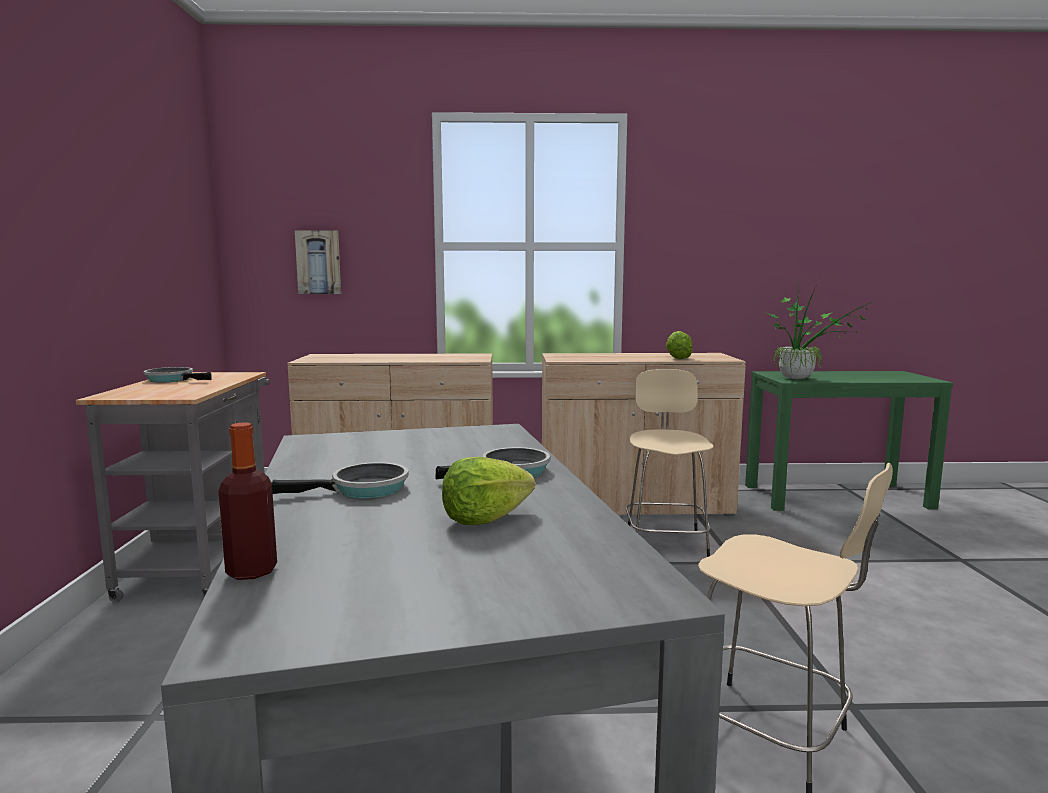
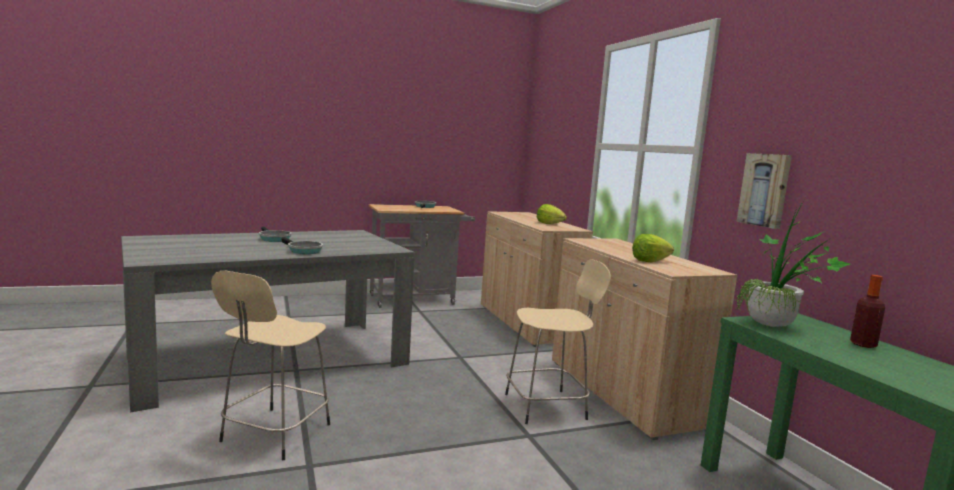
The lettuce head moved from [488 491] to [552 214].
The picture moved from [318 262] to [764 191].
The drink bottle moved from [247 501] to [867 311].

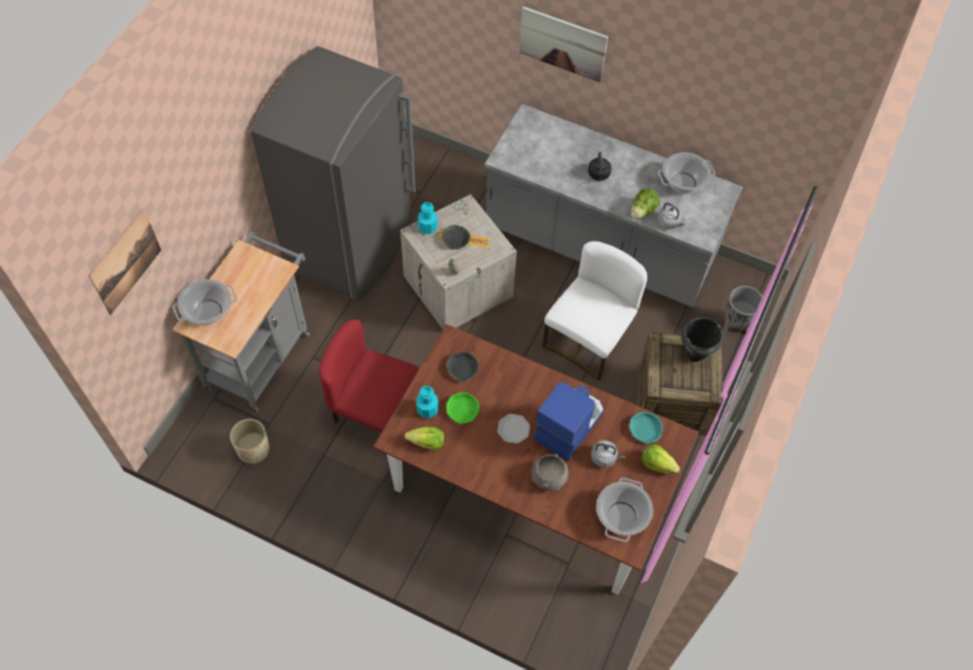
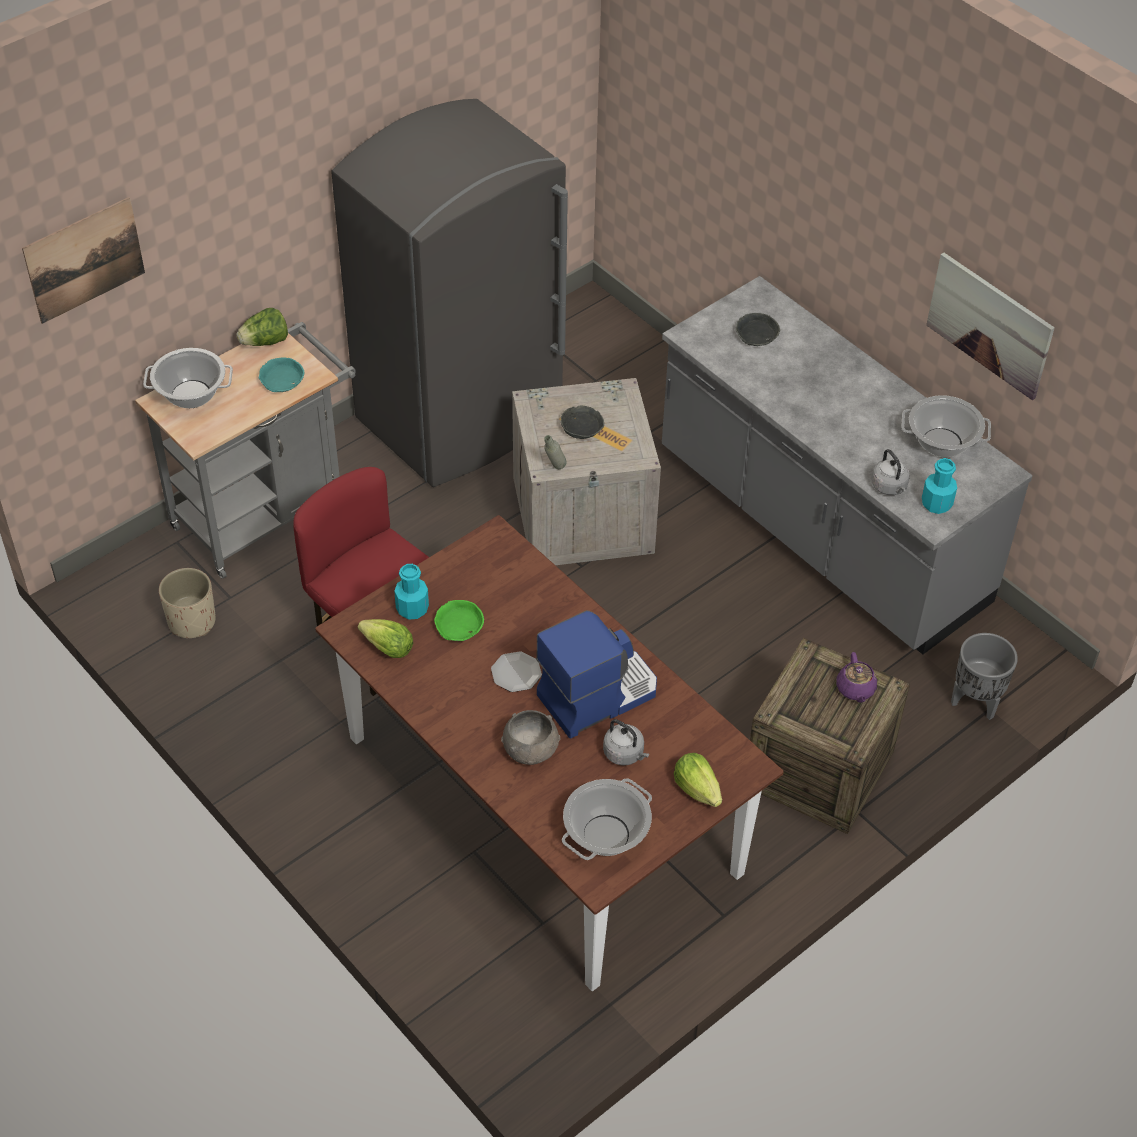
The lettuce head moved from [645 203] to [262 327].
The turquoise-coloured serving bowl moved from [646 428] to [281 374].
The grey serving bowl moved from [463 366] to [757 329].
The black-coloured saucepot at [702 340] was replaced by the purplish teapot at [856 677].
The turquoise-coloured drink bottle moved from [428 218] to [939 486].
The picture moved from [563 44] to [990 326].
The whitish chair at [595 311] disappeared.
The black-coloured kettle at [599 166] disappeared.

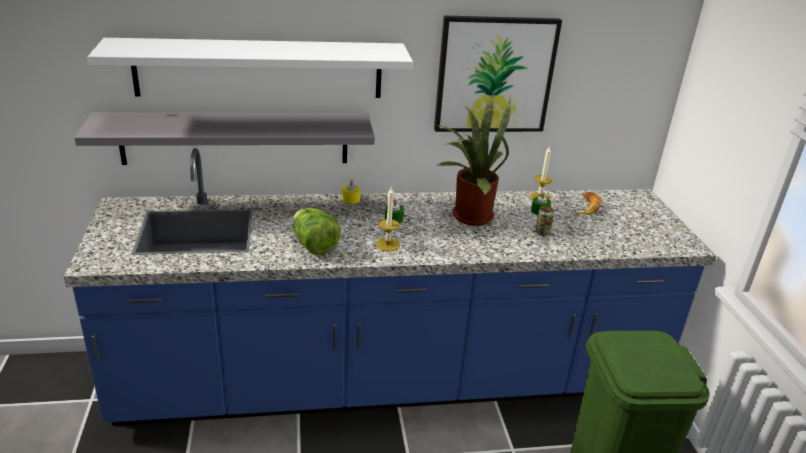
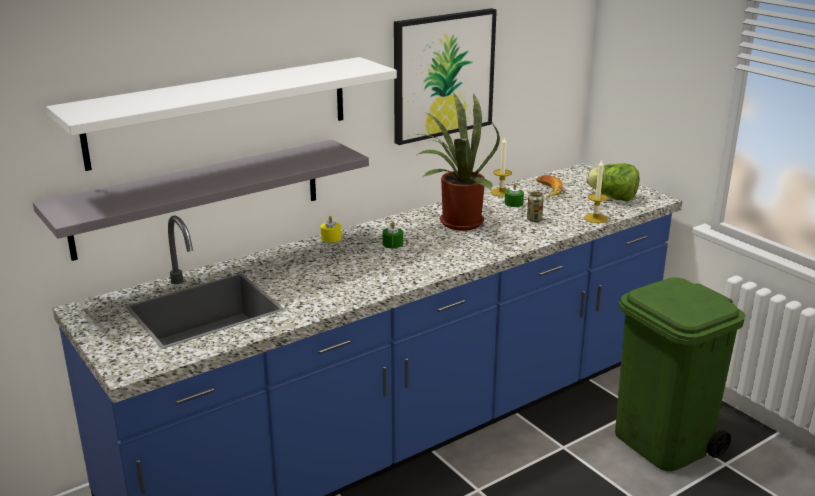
The candle moved from [388 219] to [596 191].
The lettuce head moved from [317 231] to [612 182].

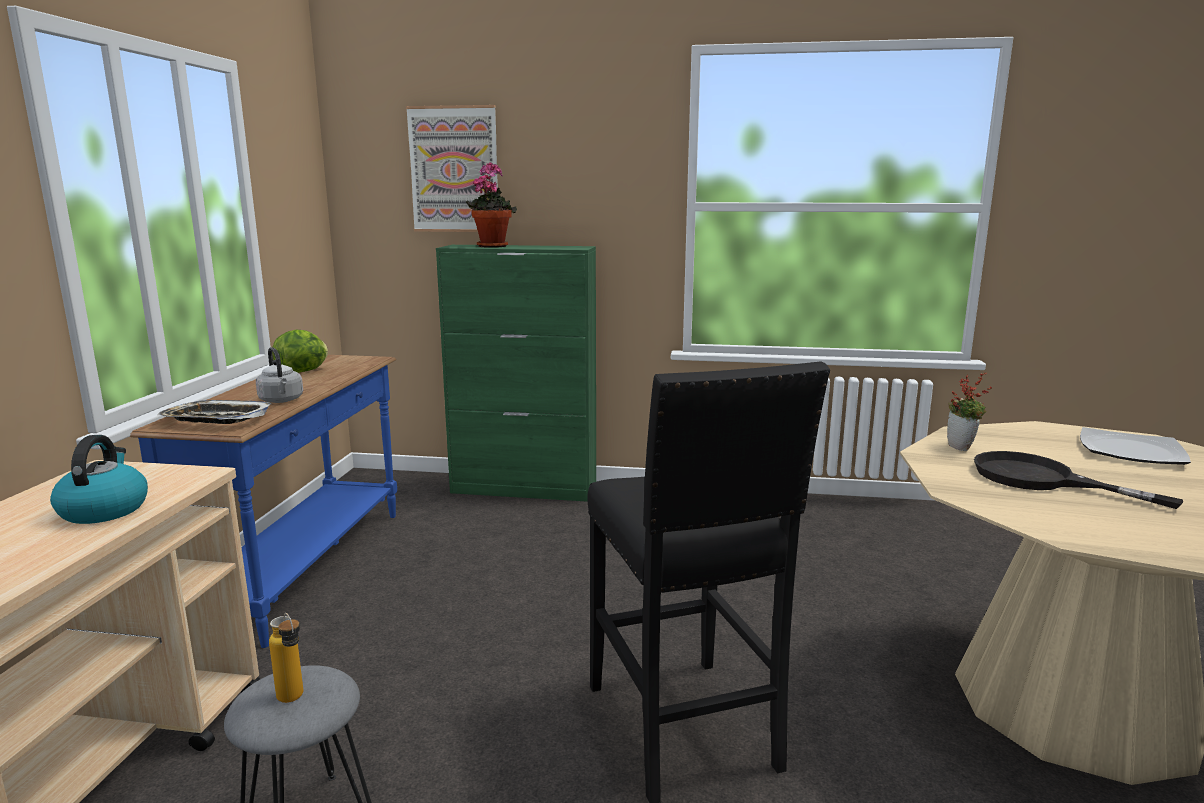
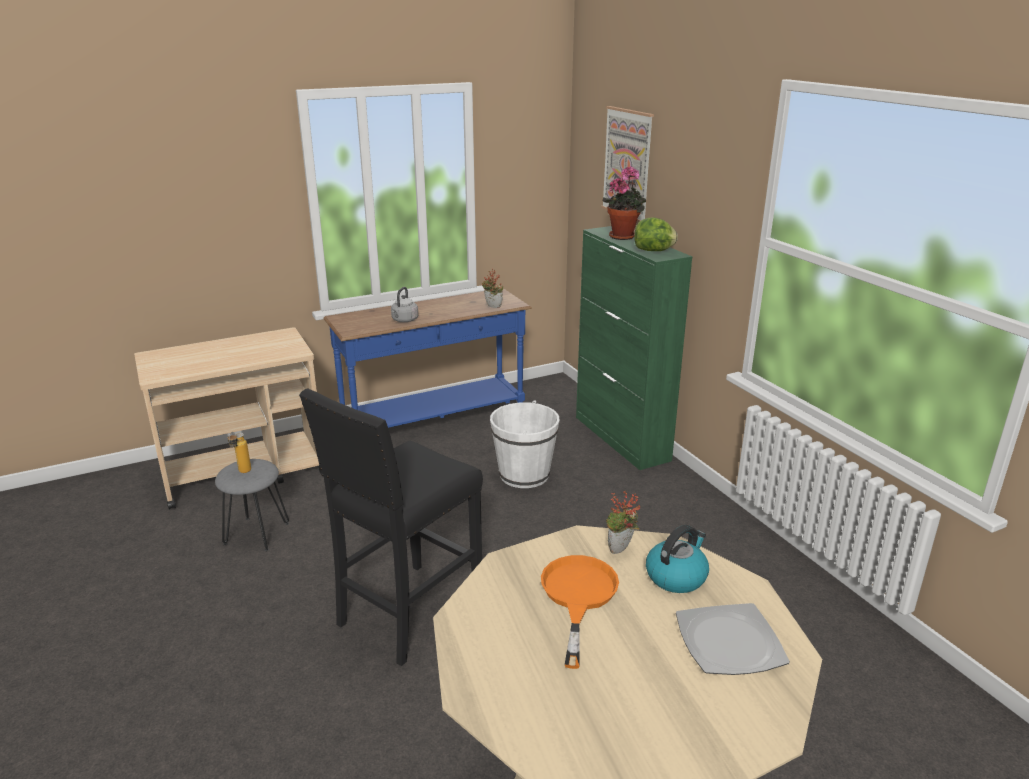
The houseplant at [492 288] appeared.
The whitish bucket at [525 444] appeared.
The black-coloured skillet at [1078 480] became the orange skillet at [580 612].
The lettuce head moved from [300 351] to [656 234].
The kettle moved from [99 479] to [677 559].
The carrying tray at [214 412] disappeared.

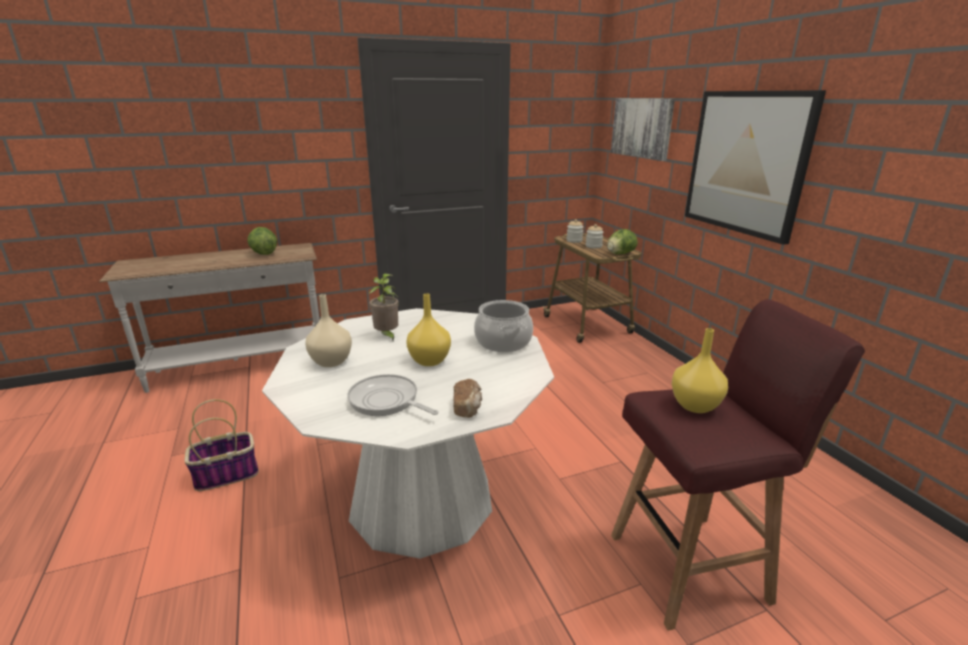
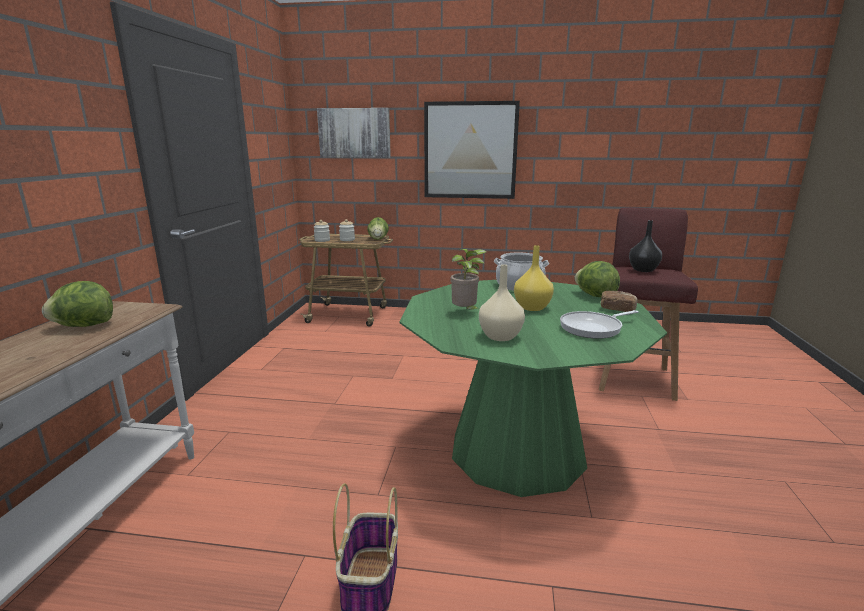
The whitish dinner table at [408 433] became the greenish dinner table at [533 388].
The lettuce head at [597 279] appeared.
The yellow flower vase at [700 370] became the black-coloured flower vase at [645 246].

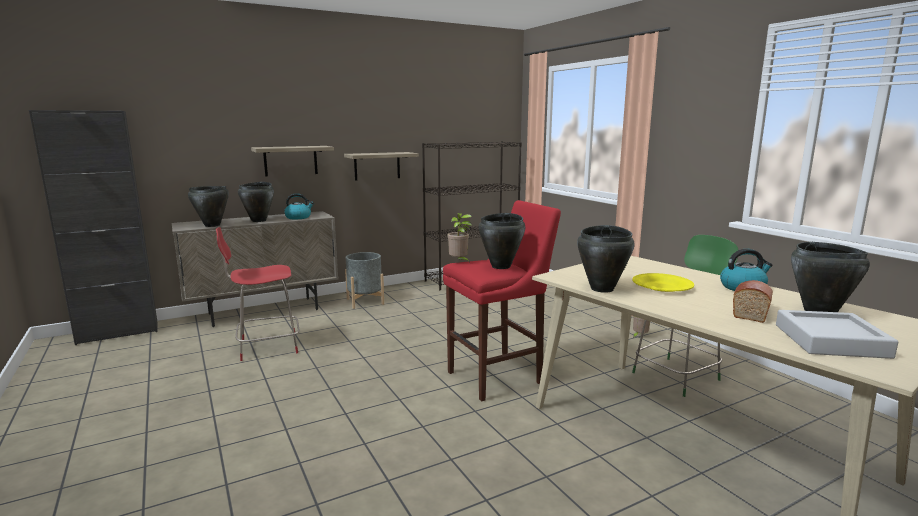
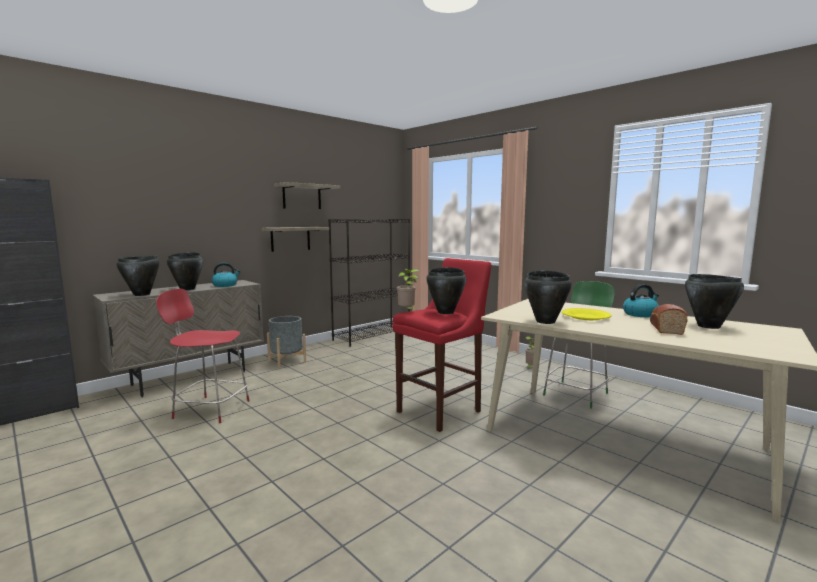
The reddish chair at [258 294] turned 45 degrees clockwise.
The shelf moved from [292 161] to [307 195].
The grey carrying tray at [837 334] disappeared.

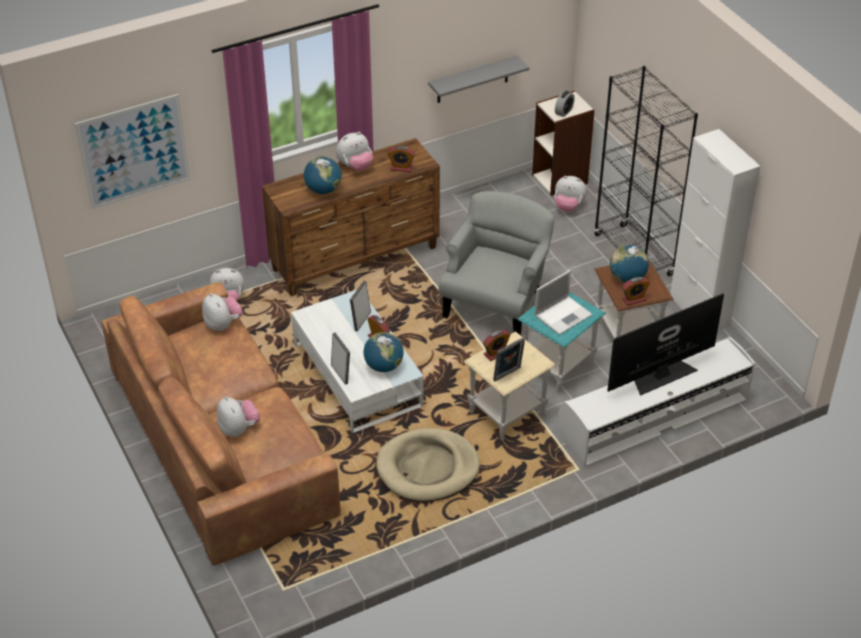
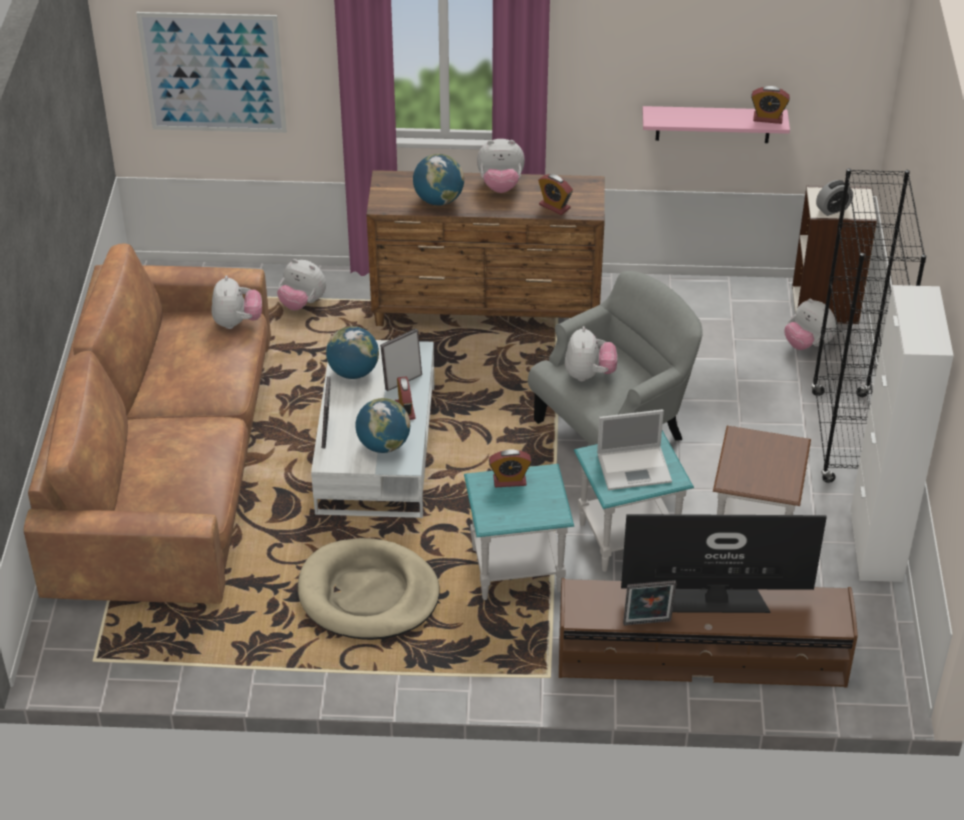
The desk globe moved from [629 264] to [352 352].
The beige-coloured accent table at [510 386] became the turquoise-coloured accent table at [519 532].
The whitish tv unit at [656 402] became the brown-coloured tv unit at [708 633].
The cuddly toy moved from [238 416] to [591 353].
The standing frame moved from [509 359] to [649 602].
The grey shelf at [478 79] became the pinkish shelf at [716 124].
The table clock moved from [636 291] to [770 105].

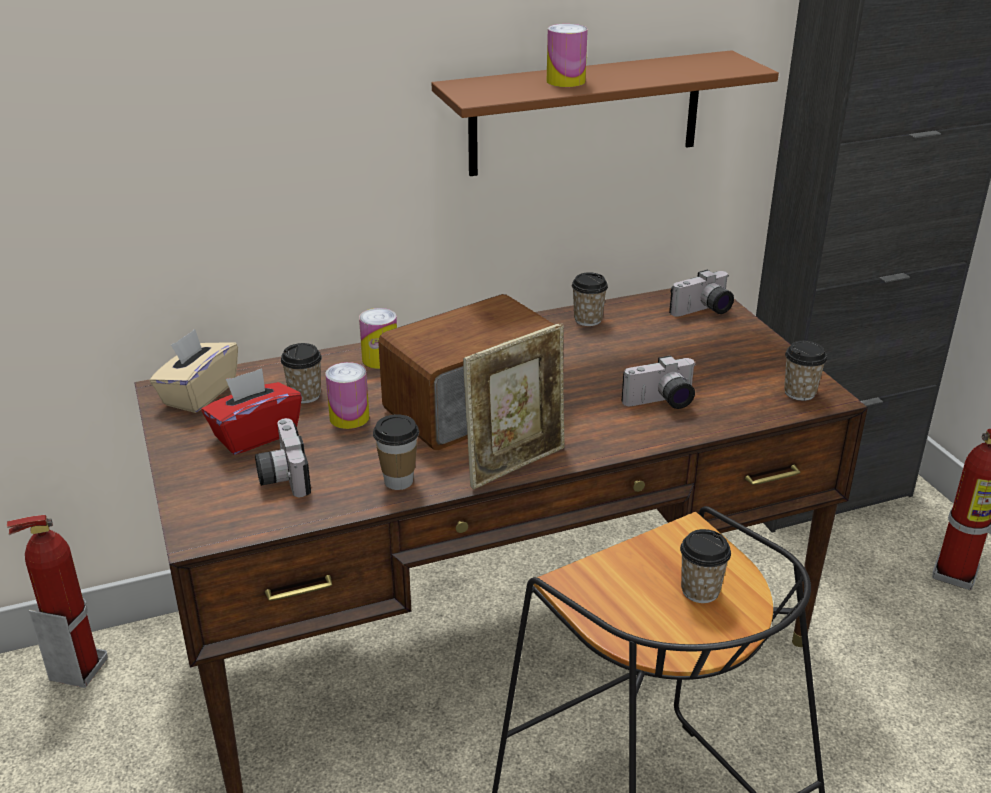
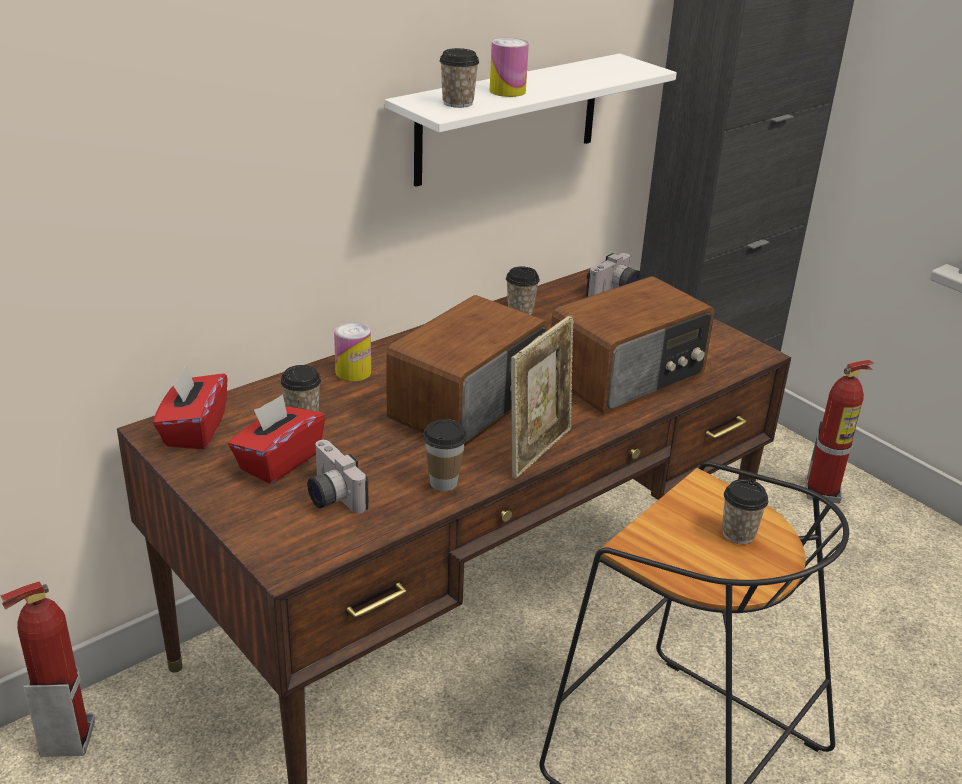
The beige-coloured tissue holder at [193 371] became the reddish tissue holder at [190 407].
The brown-coloured shelf at [605 113] became the whitish shelf at [531 120].
The small cup moved from [805 371] to [459 78].
The still camera at [658 382] was replaced by the radio set at [632 345].
The sealed can at [347 395] disappeared.

